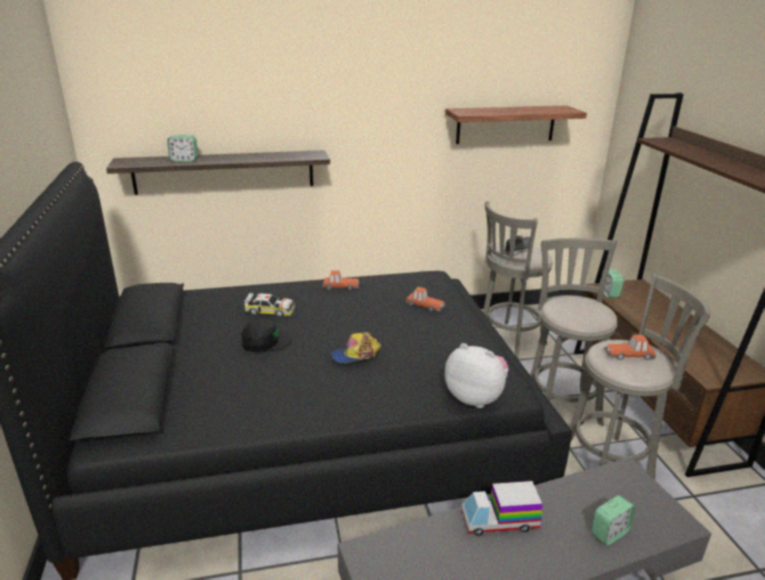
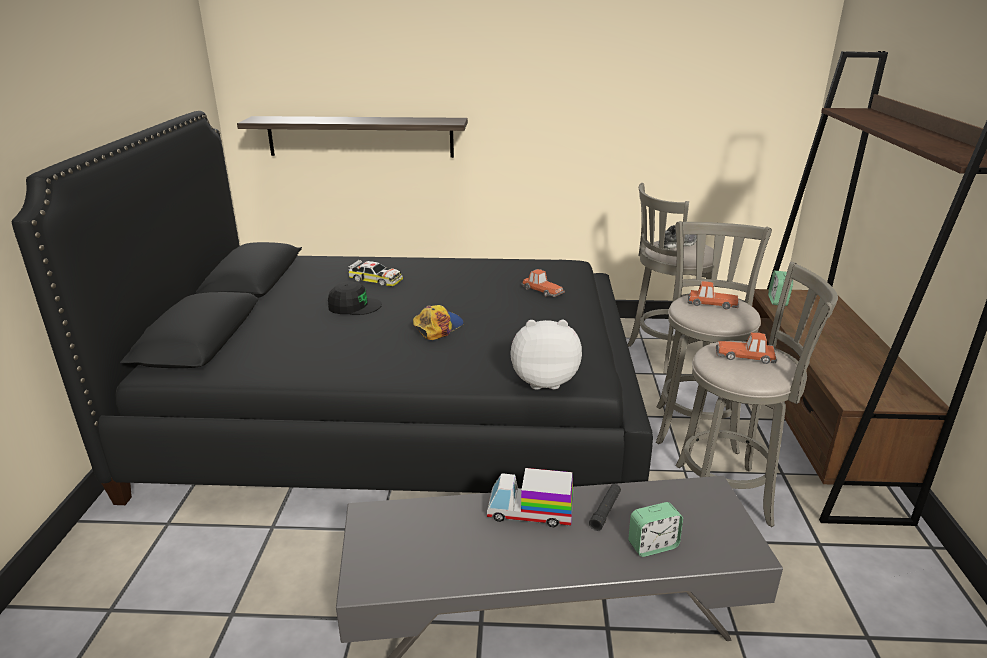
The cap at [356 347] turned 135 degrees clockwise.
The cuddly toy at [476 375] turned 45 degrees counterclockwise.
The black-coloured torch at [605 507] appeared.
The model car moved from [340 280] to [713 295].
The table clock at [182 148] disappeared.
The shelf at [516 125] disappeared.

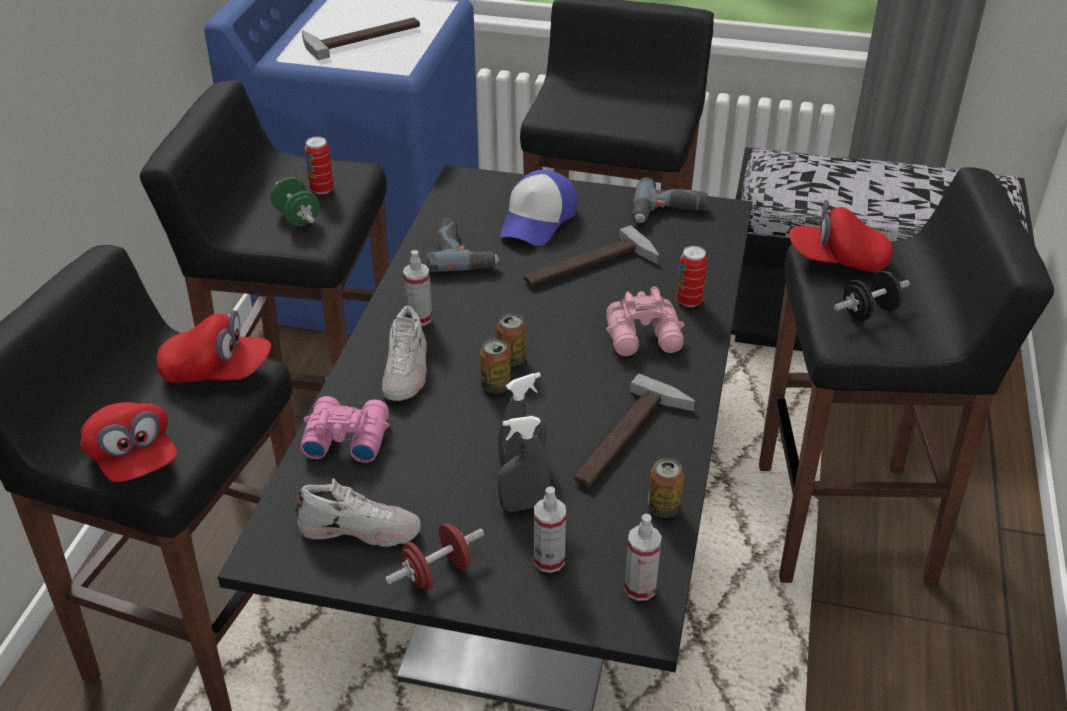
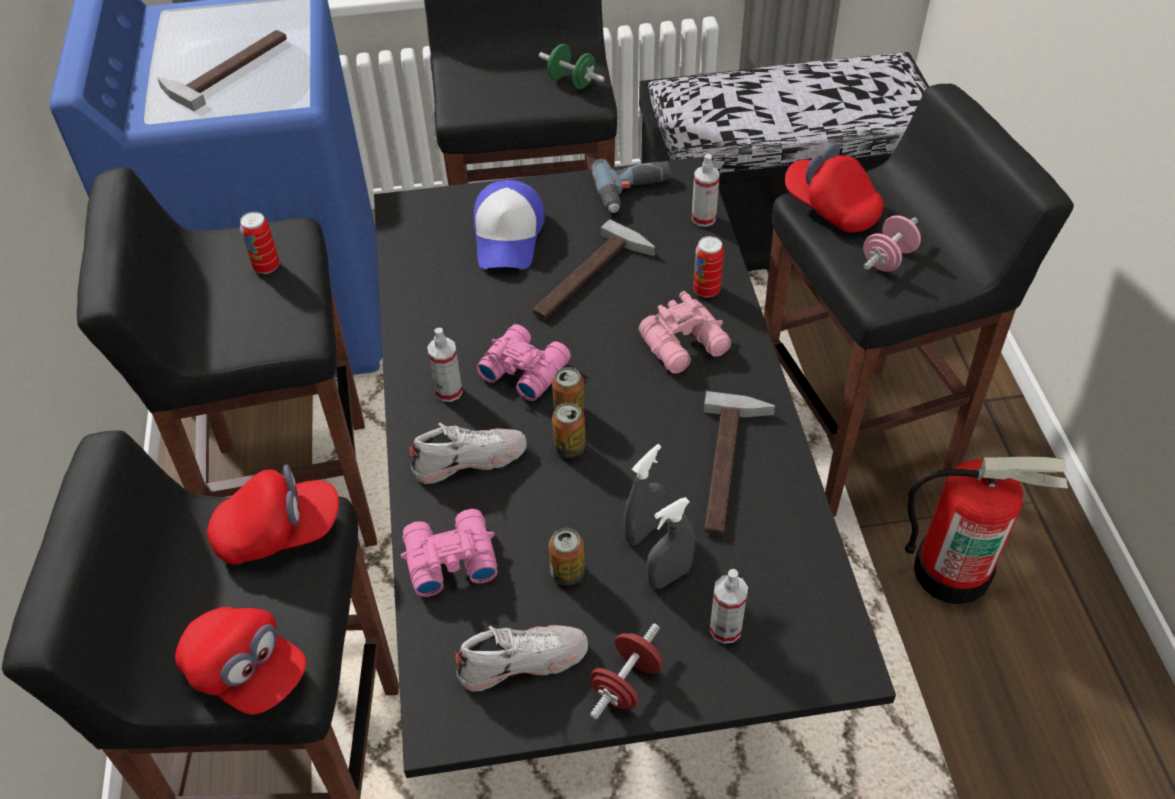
The whitish item of footwear at [404 353] turned 90 degrees counterclockwise.
The pinkish binoculars at [523 362] appeared.
The greenish dumbbell moved from [295 201] to [572 66].
The sealed can moved from [666 488] to [566 556].
The hand sprayer moved from [643 557] to [706 190].
The reddish cap at [841 236] turned 60 degrees clockwise.
The black-coloured dumbbell at [872 296] became the pinkish dumbbell at [892 243].
The fire extinguisher at [986 530] appeared.
The electric drill at [463 245] disappeared.

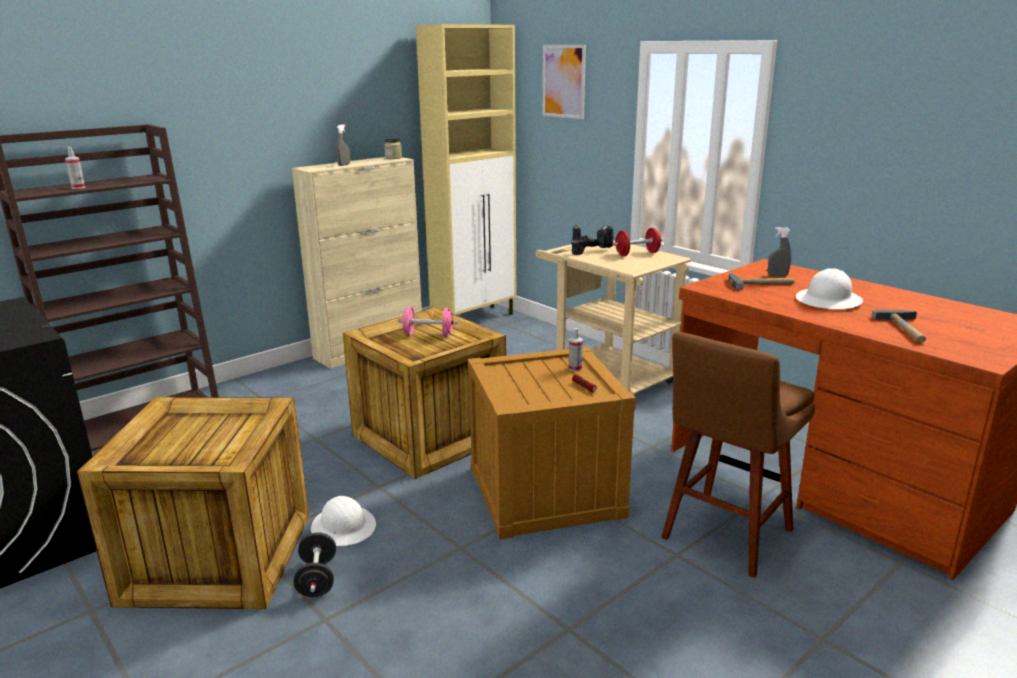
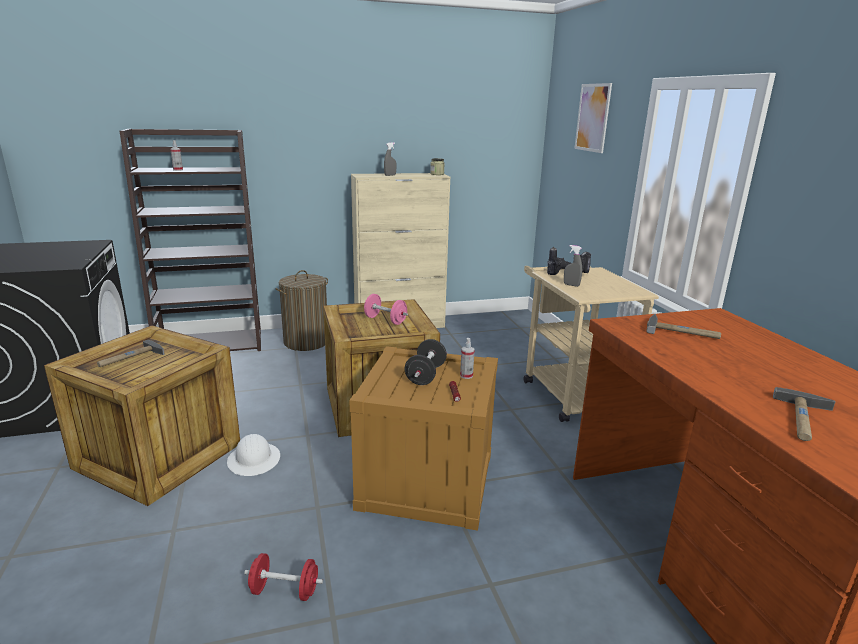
The hammer at [131 353] appeared.
The reddish dumbbell moved from [638 242] to [283 577].
The washing basket at [302 310] appeared.
The black-coloured dumbbell moved from [315 565] to [425 362].
The grey hand sprayer moved from [779 251] to [573 266].
The beige-coloured cabinet at [466 169] disappeared.
The brown-coloured stool seat at [738 455] disappeared.
The whitish hard hat at [829 288] disappeared.

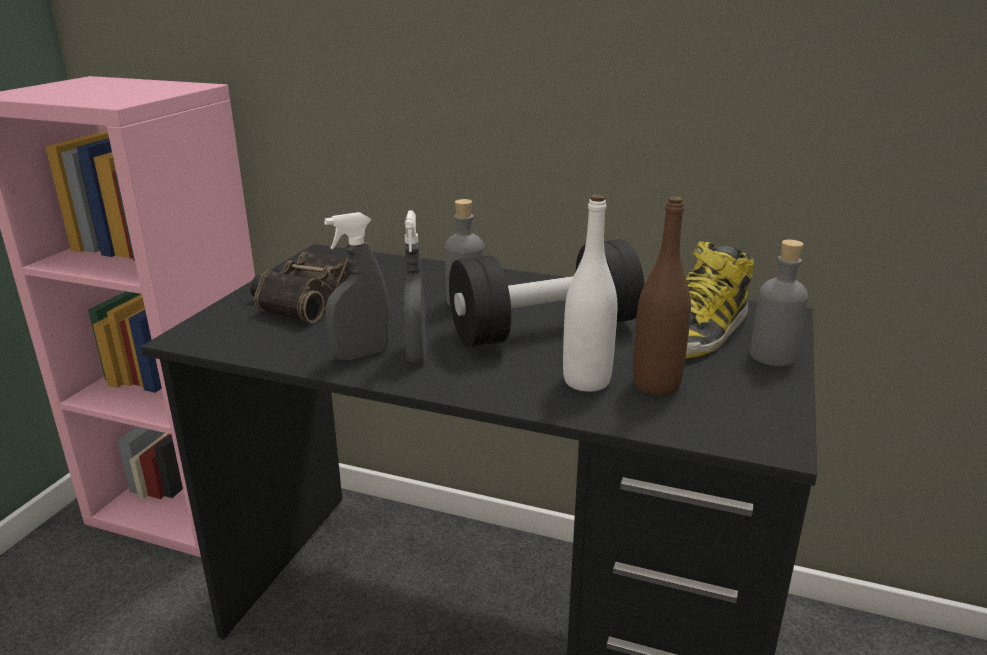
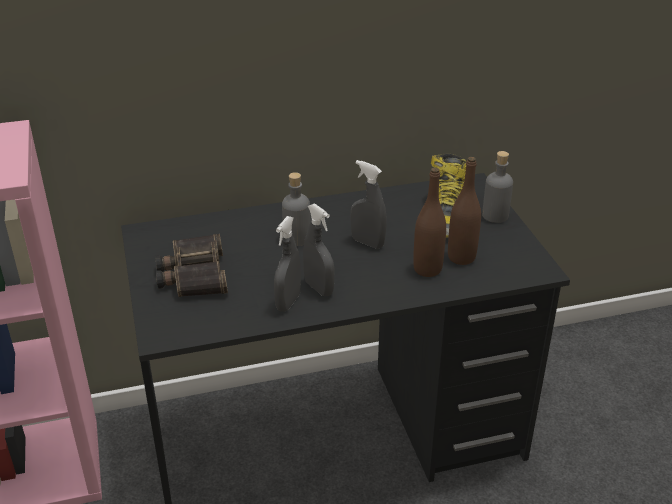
The black-coloured dumbbell at [546 293] was replaced by the grey hand sprayer at [368 204].
The whitish drink bottle at [590 293] became the brown-coloured drink bottle at [429 222].

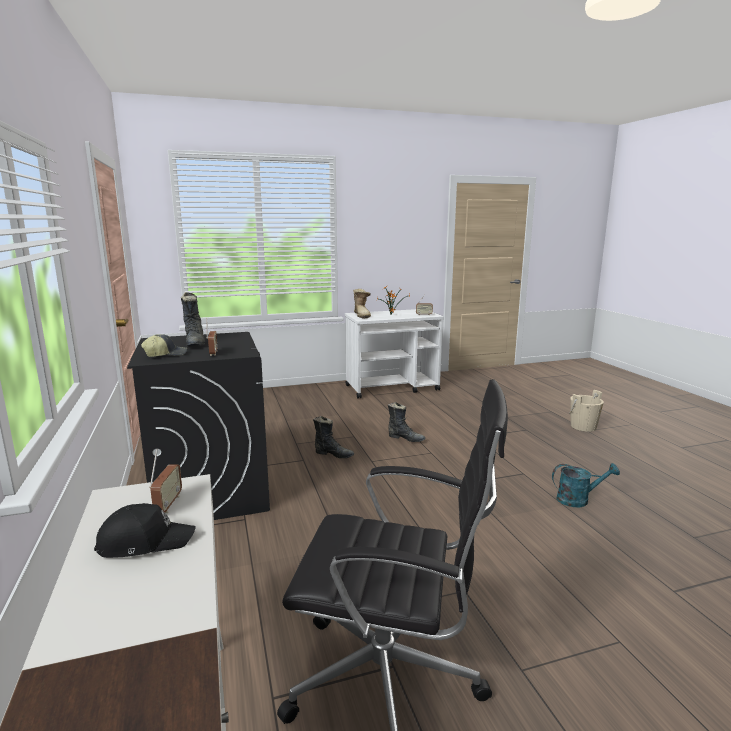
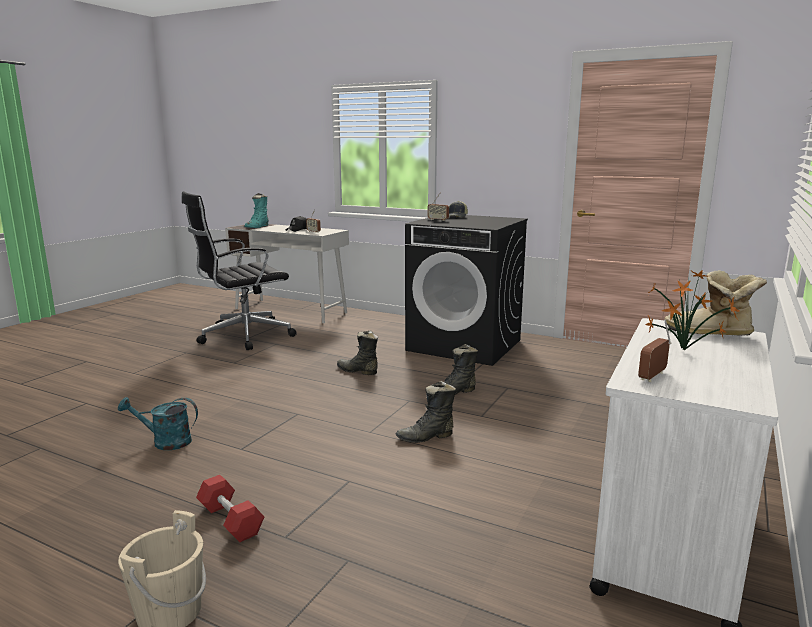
The turquoise-coloured sprinkling can at [586 485] turned 45 degrees clockwise.
The reddish dumbbell at [230 508] appeared.
The turquoise-coloured high-top boot at [257 210] appeared.
The black-coloured high-top boot moved from [193 319] to [357 352].

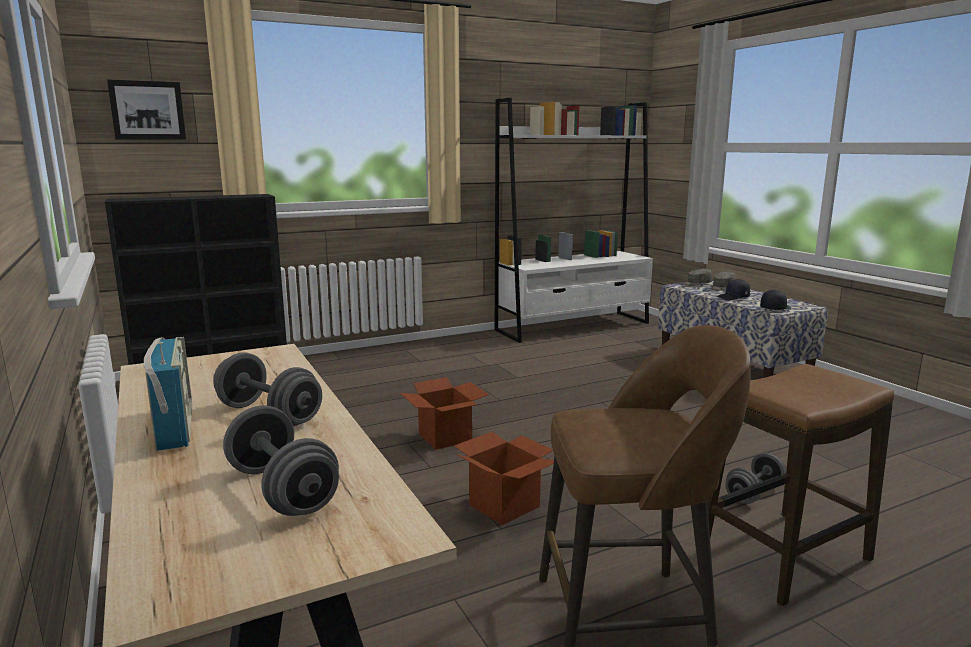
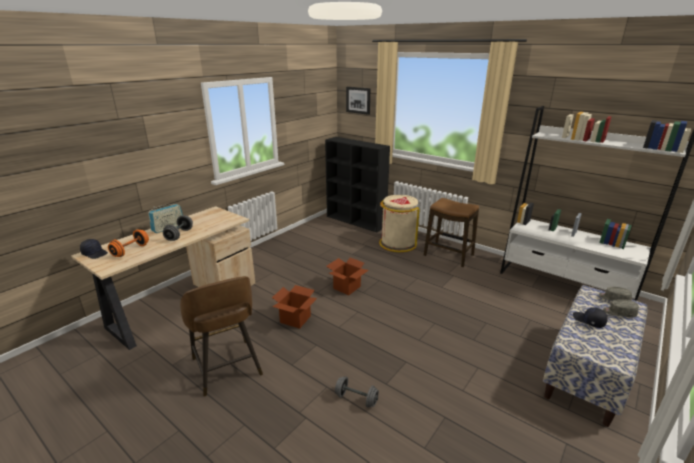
The black-coloured cap moved from [775 300] to [94 249].
The grey dumbbell at [281 460] became the orange dumbbell at [128 243].
The beige-coloured rubbish bin at [399 223] appeared.
The stool seat moved from [800 485] to [451 232].

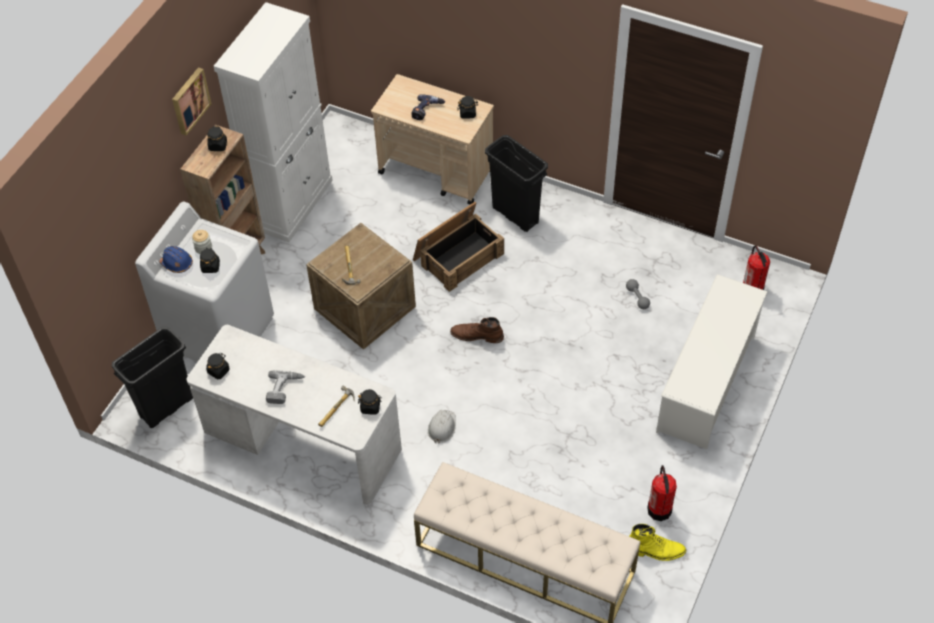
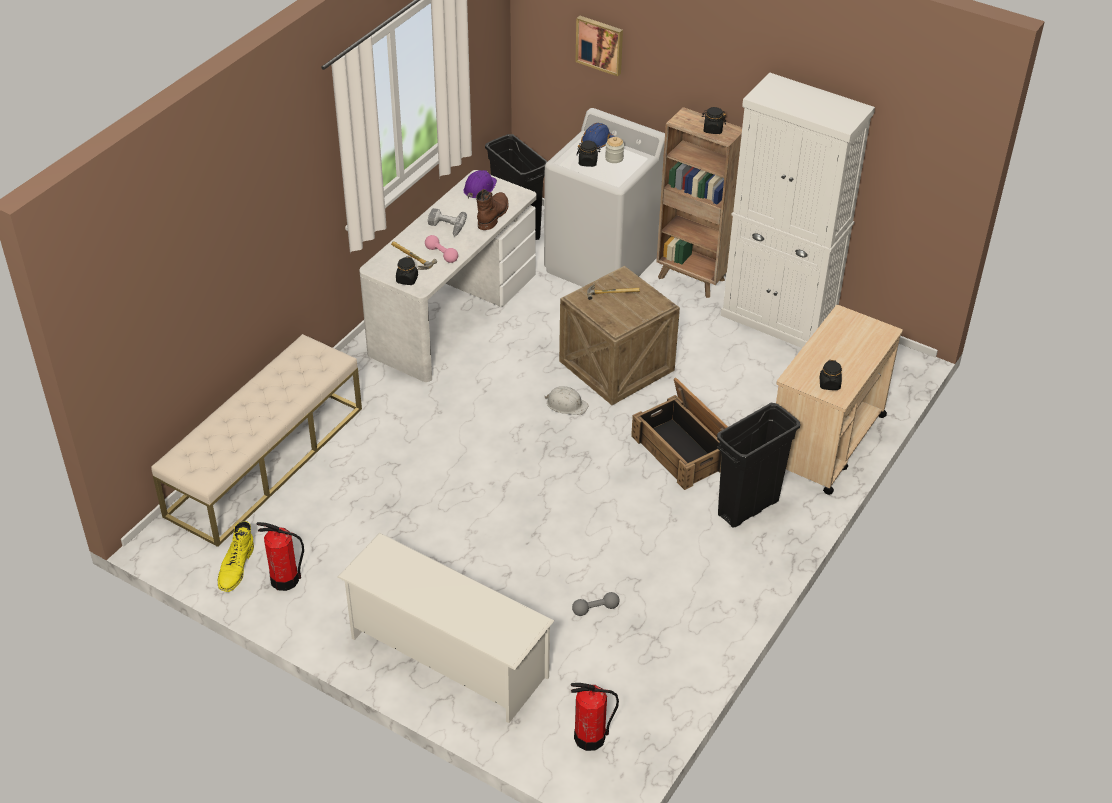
The pinkish dumbbell at [441 249] appeared.
The black-coloured storage jar at [218 366] was replaced by the purplish hard hat at [480 184].
The brown-coloured high-top boot moved from [477 330] to [492 209].
The whitish hard hat moved from [442 426] to [567 400].
The picture moved from [191 101] to [599 46].
The electric drill at [428 107] disappeared.

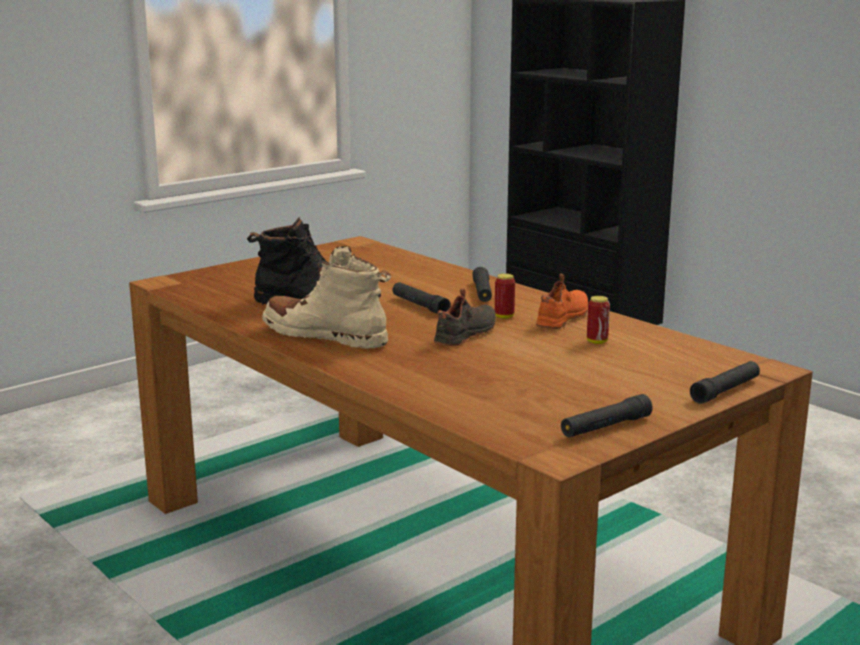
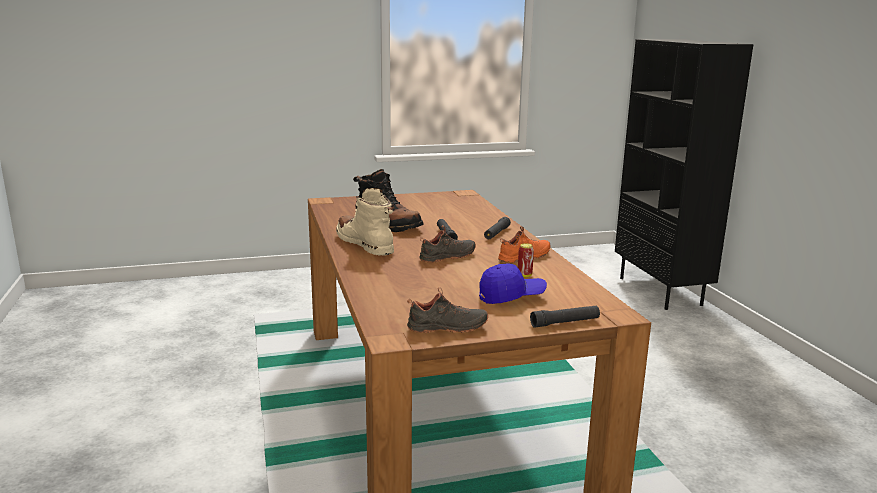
The black-coloured torch at [607 415] was replaced by the black-coloured item of footwear at [447 310].
The bluish cap at [513 283] appeared.
The sealed can at [505 296] disappeared.

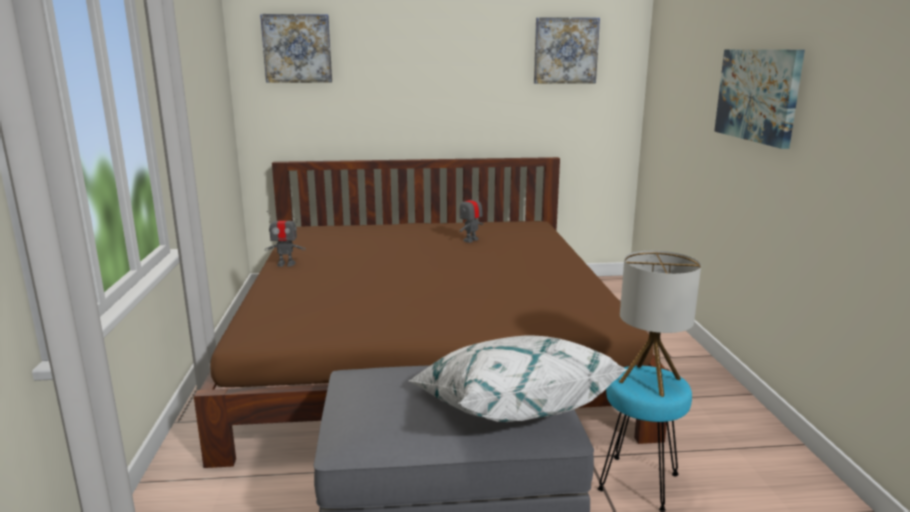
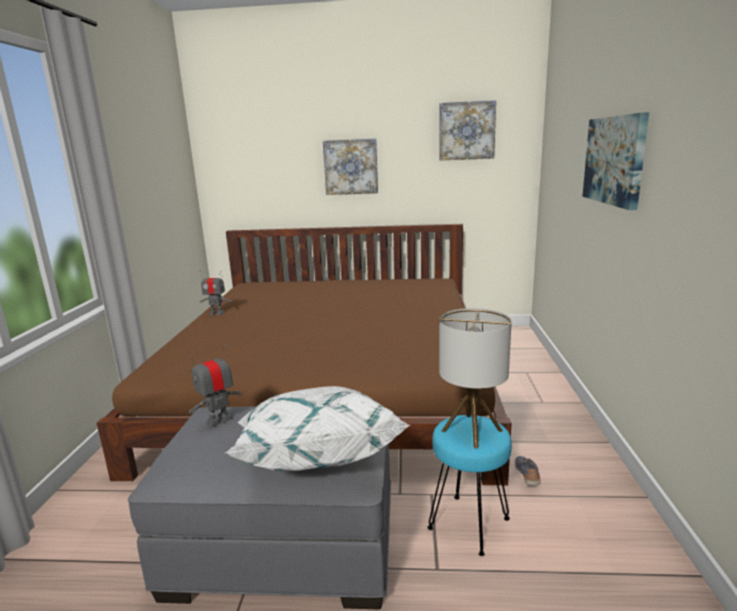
The model robot moved from [471 216] to [216 385].
The picture moved from [296 48] to [350 167].
The item of footwear at [527 470] appeared.

